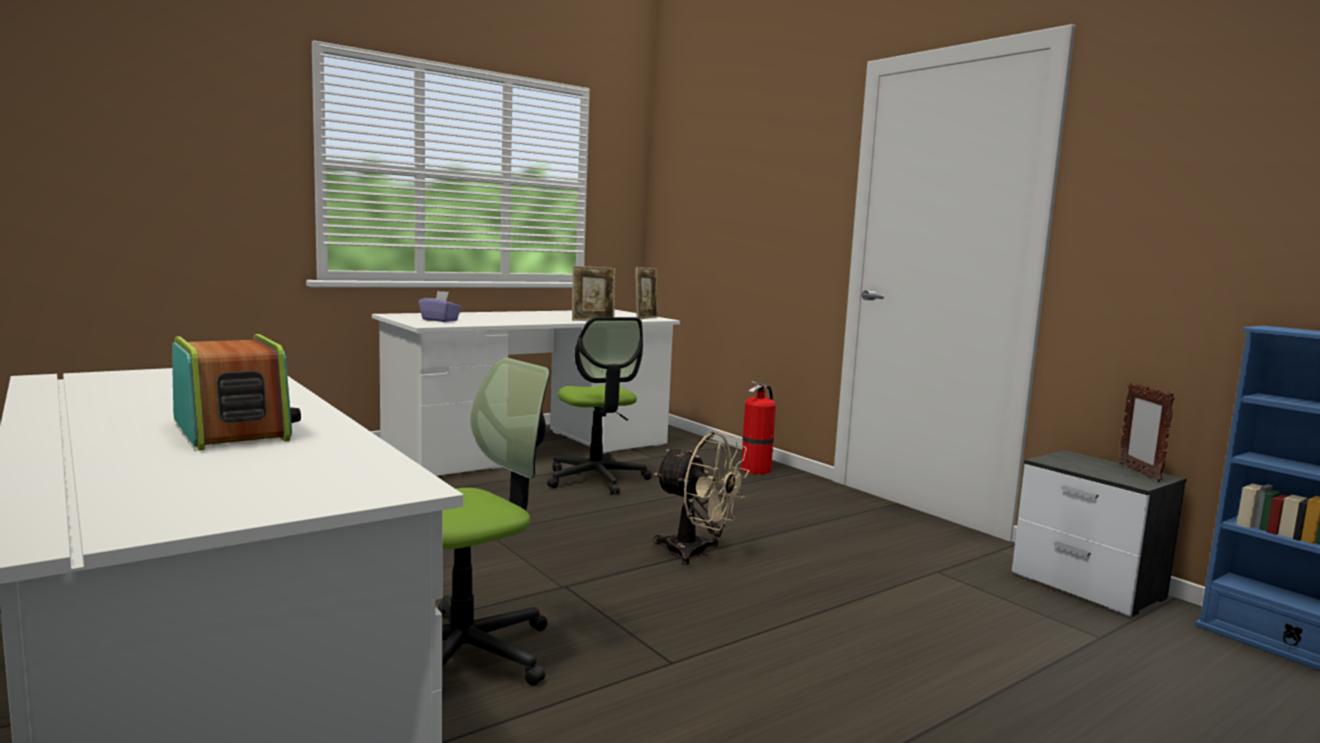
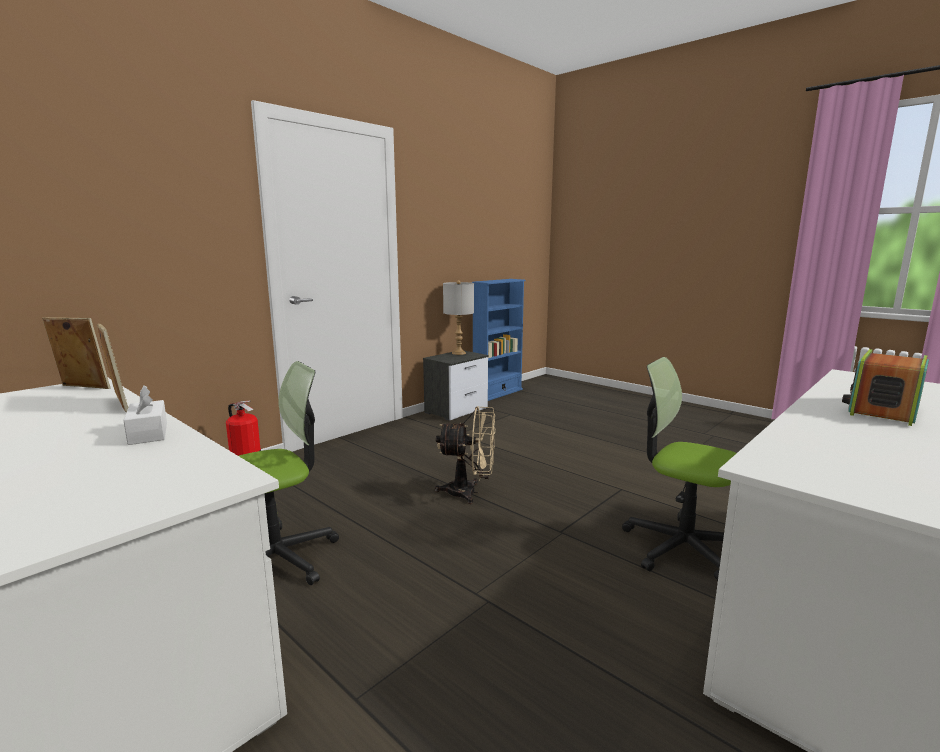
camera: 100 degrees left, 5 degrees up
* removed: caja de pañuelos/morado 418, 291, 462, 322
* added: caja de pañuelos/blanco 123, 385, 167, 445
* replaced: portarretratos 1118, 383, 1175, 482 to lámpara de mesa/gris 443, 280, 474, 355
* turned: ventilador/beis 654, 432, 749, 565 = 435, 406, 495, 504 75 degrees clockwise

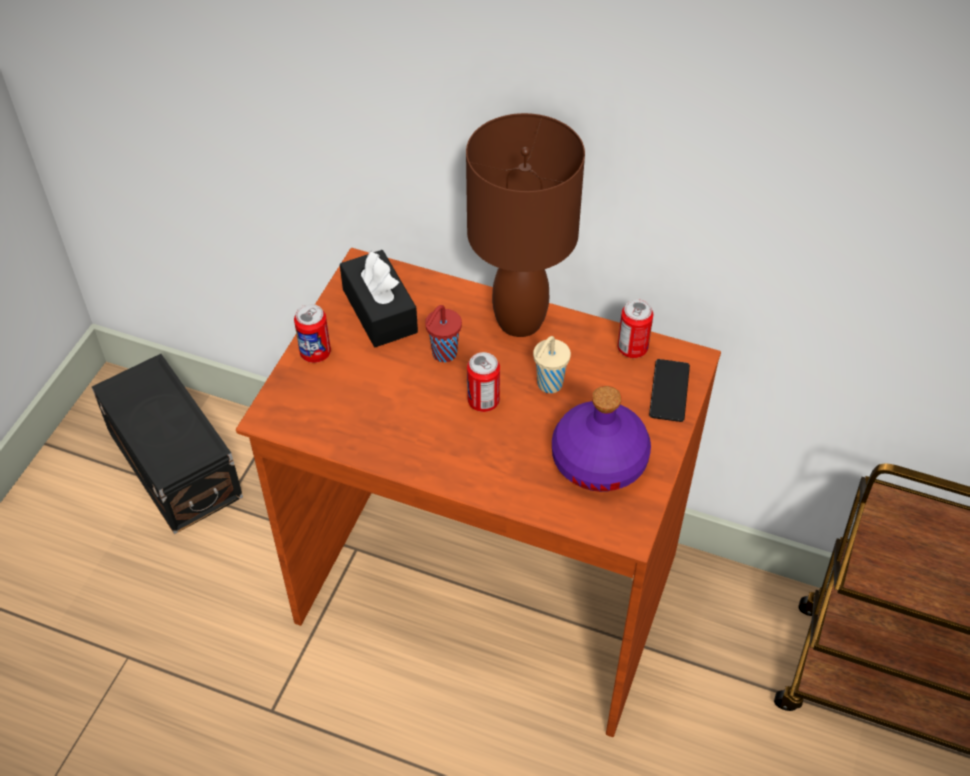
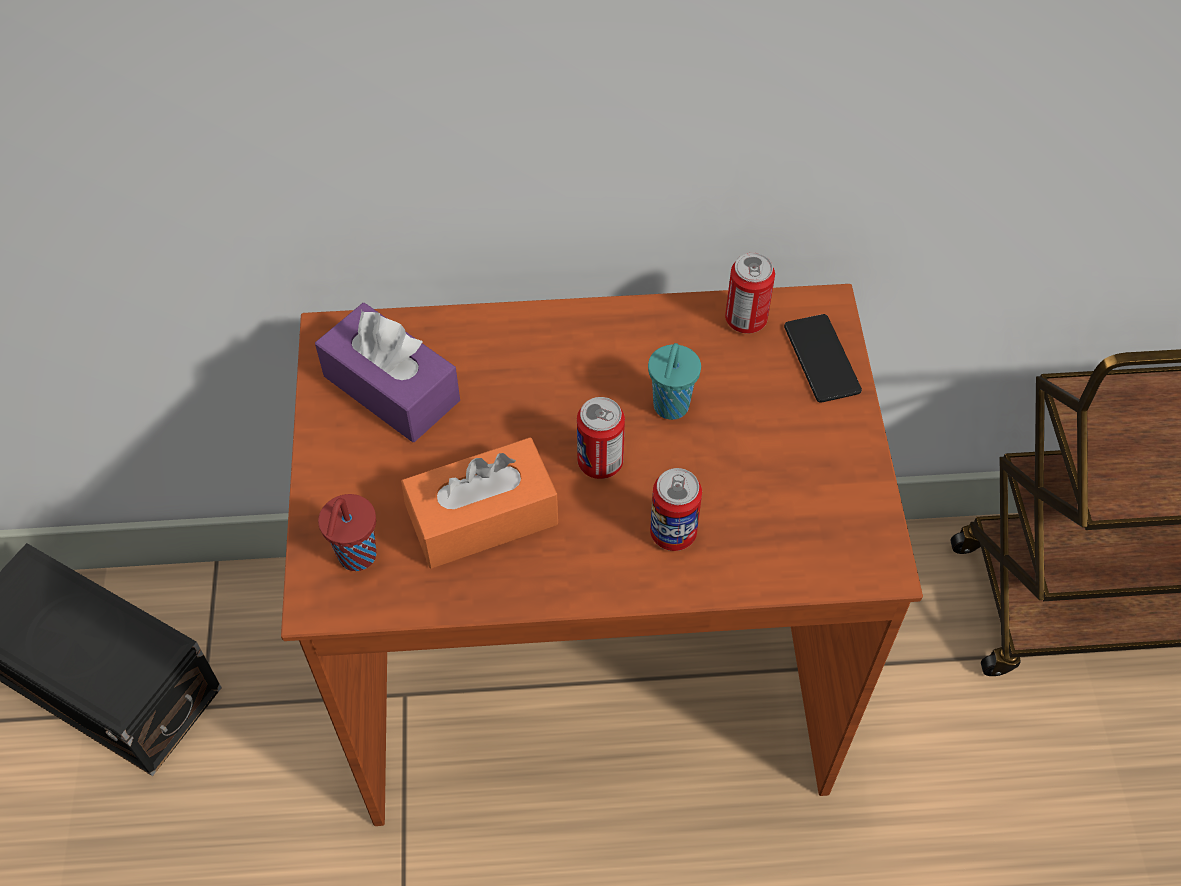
camera: 25 degrees left, 5 degrees up
* removed: lámpara de mesa/marrón 466, 113, 585, 337
* removed: botella/morado 552, 386, 651, 492
* added: caja de pañuelos/naranja 401, 437, 558, 569
* moved: lata 294, 304, 331, 363 to 650, 468, 702, 551
* moved: taza/rojo 425, 305, 462, 362 to 318, 494, 376, 571
* recoloured: caja de pañuelos/negro 340, 250, 418, 347 to caja de pañuelos/morado 315, 303, 460, 442
* recoloured: taza/beis 533, 336, 571, 393 to taza/turquesa 648, 343, 701, 420

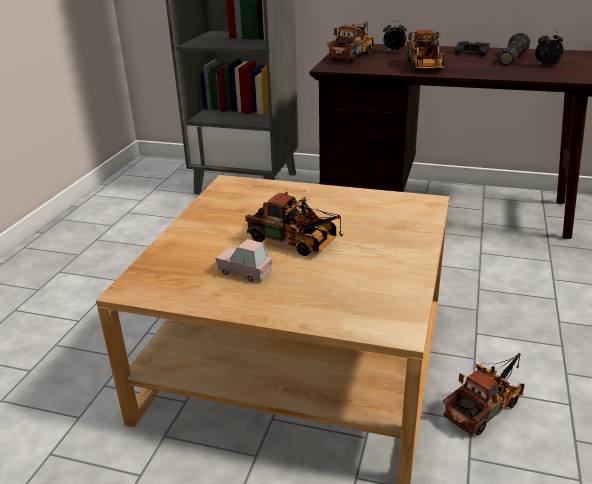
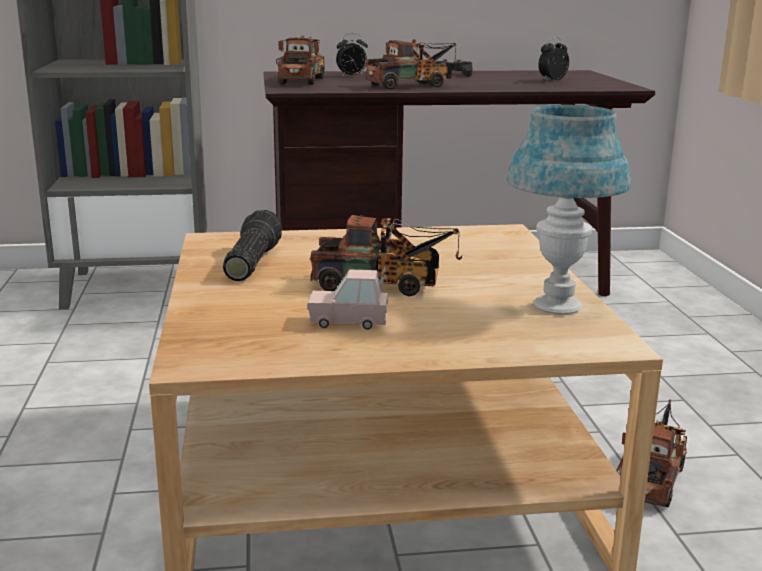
camera: 25 degrees left, 10 degrees down
* added: lámpara de mesa/azul 507, 105, 631, 315
* moved: linterna 499, 33, 530, 65 to 223, 210, 282, 281
* turned: camión de juguete 407, 30, 444, 71 = 364, 40, 458, 90 90 degrees counterclockwise

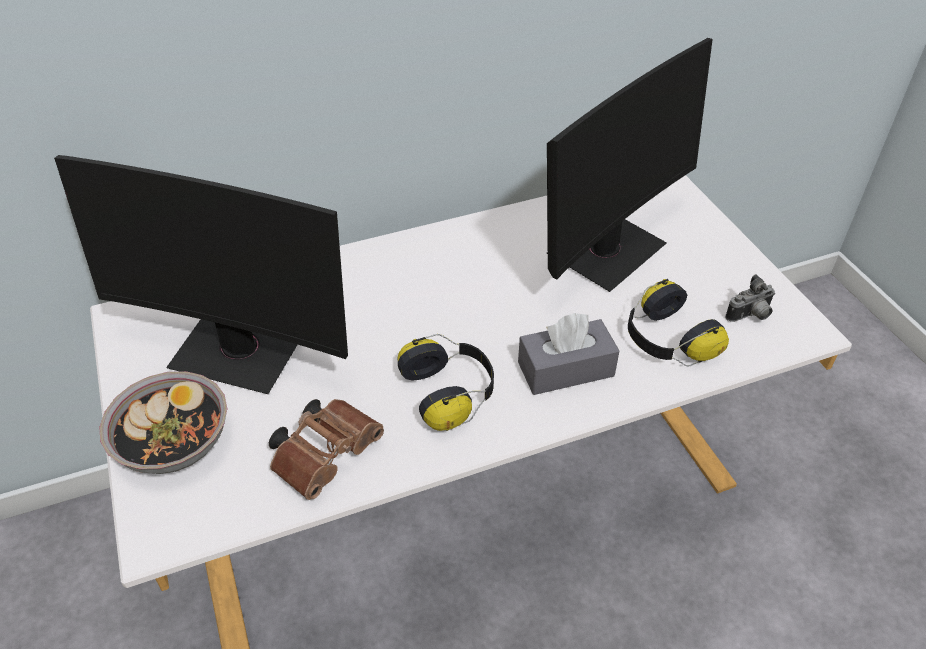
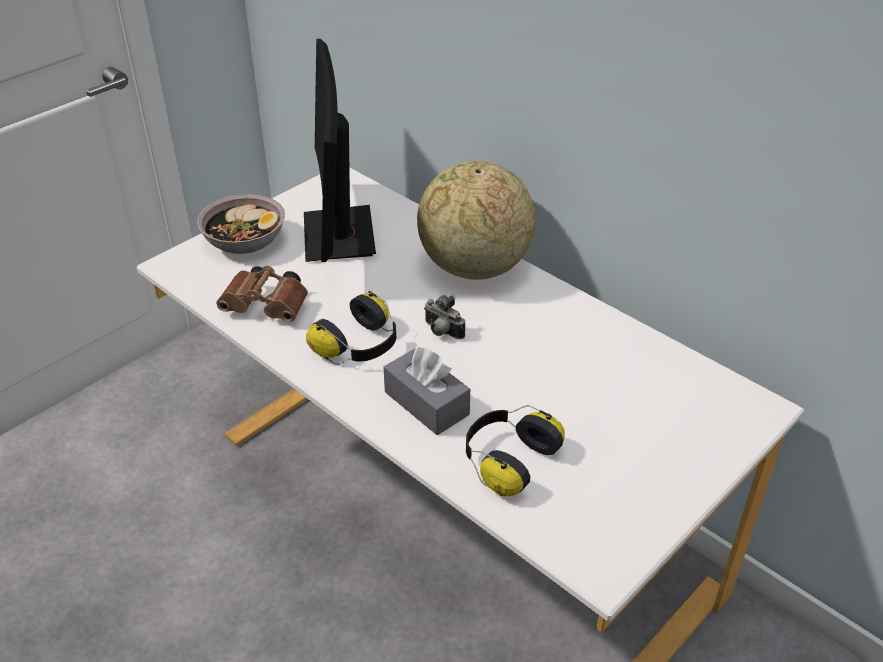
camera: 65 degrees right, 5 degrees down
* removed: monitor 547, 38, 713, 292
* added: globo terráqueo 417, 161, 535, 280
* moved: cámara 725, 274, 775, 322 to 424, 295, 465, 340

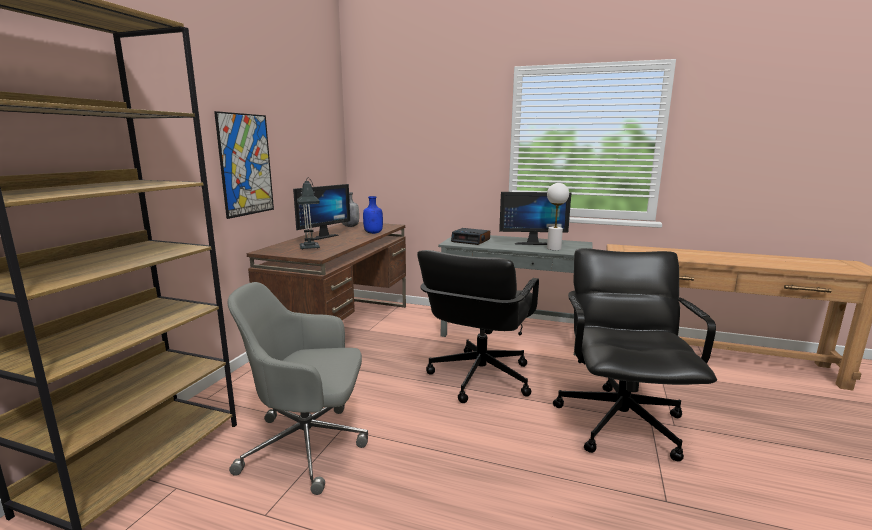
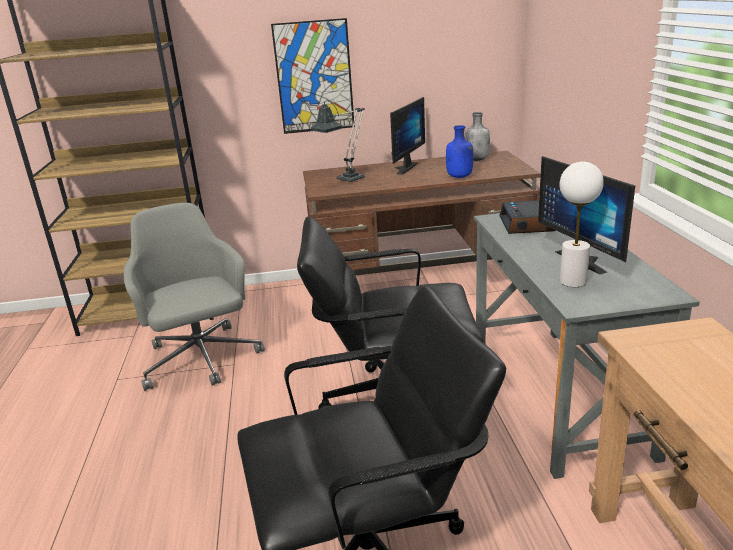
camera: 65 degrees right, 10 degrees up
* turned: monitor 293, 184, 350, 241 = 390, 97, 425, 175 75 degrees counterclockwise

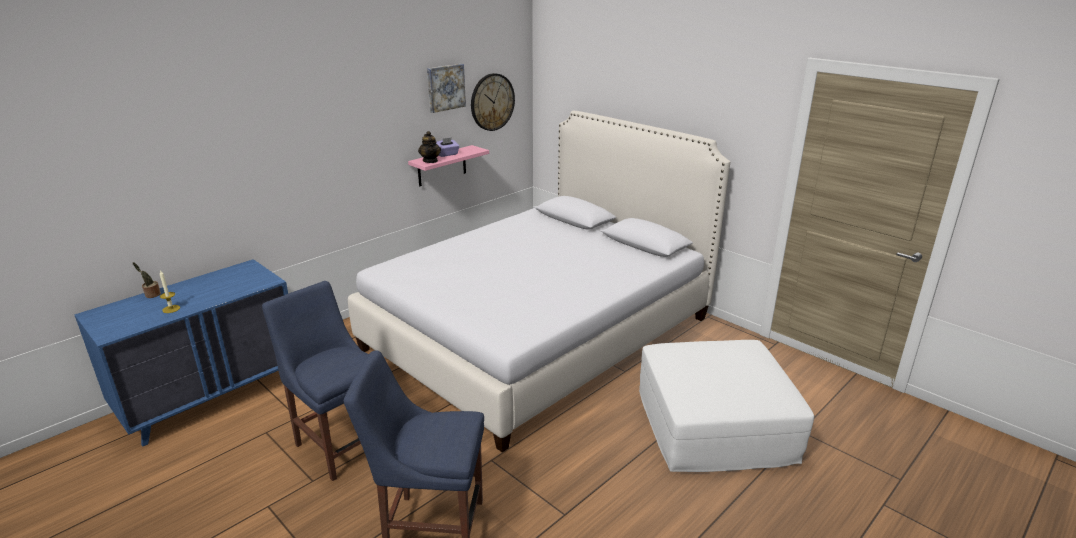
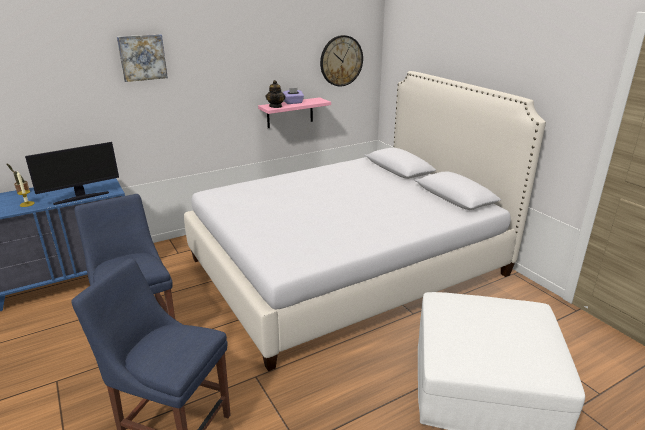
camera: 15 degrees right, 0 degrees up
* added: monitor 25, 142, 119, 205
* moved: cuadro 427, 64, 466, 113 to 117, 34, 168, 82

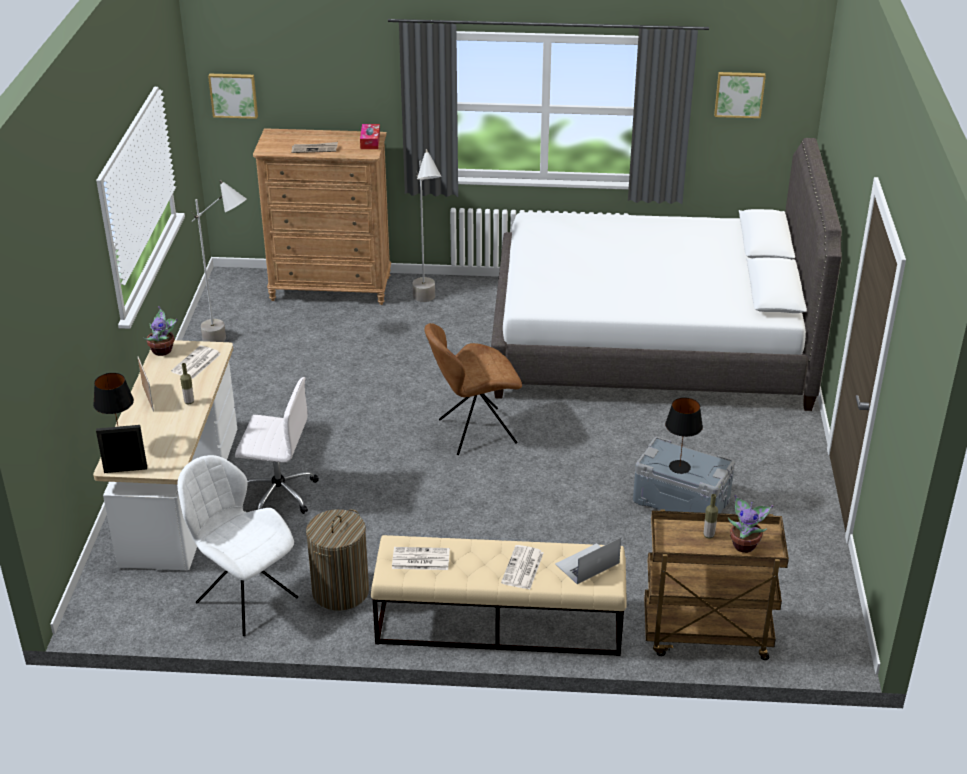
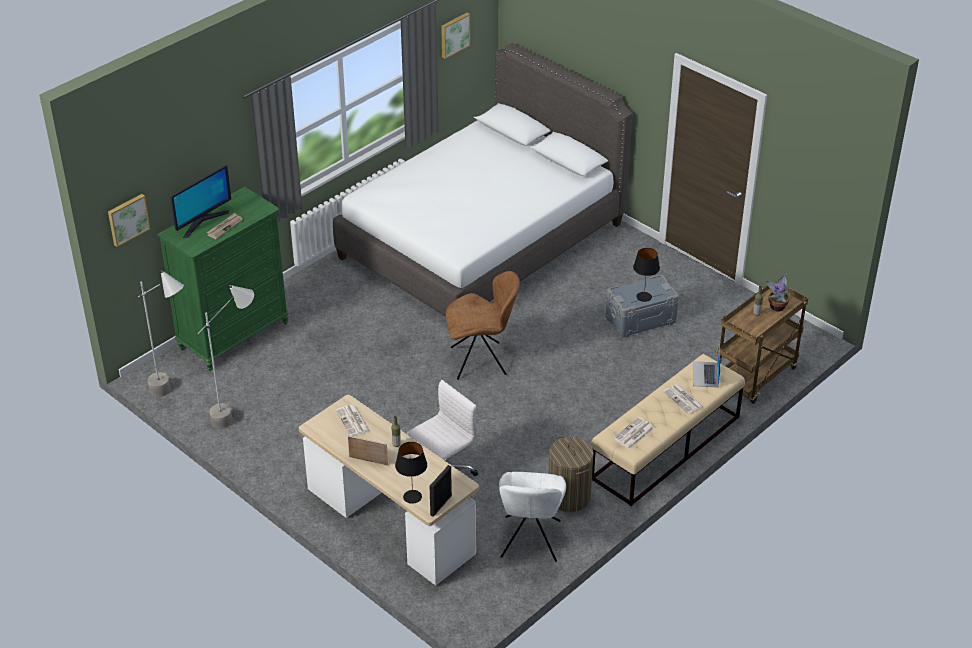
camera: 50 degrees left, 5 degrees up
* removed: planta en maceta 144, 306, 178, 356
* removed: caja de pañuelos 360, 124, 380, 149
* added: monitor 170, 165, 231, 238
* moved: lámpara de pie/gris 413, 149, 441, 302 to 137, 270, 184, 397
* recoloured: cómoda/marrón 253, 128, 391, 305 to cómoda/verde 157, 187, 288, 371
* turned: silla/blanco 177, 455, 298, 636 = 499, 472, 566, 562 75 degrees counterclockwise
* turned: silla/marrón 424, 323, 522, 455 = 446, 271, 520, 380 120 degrees counterclockwise

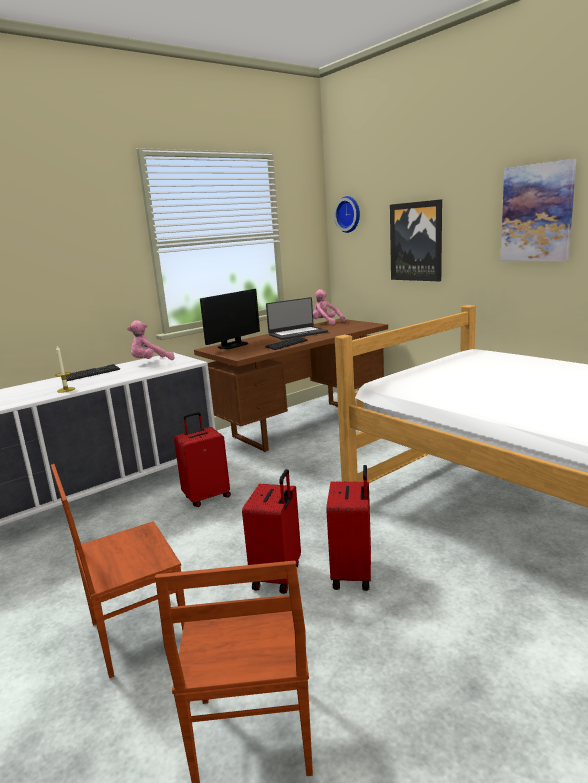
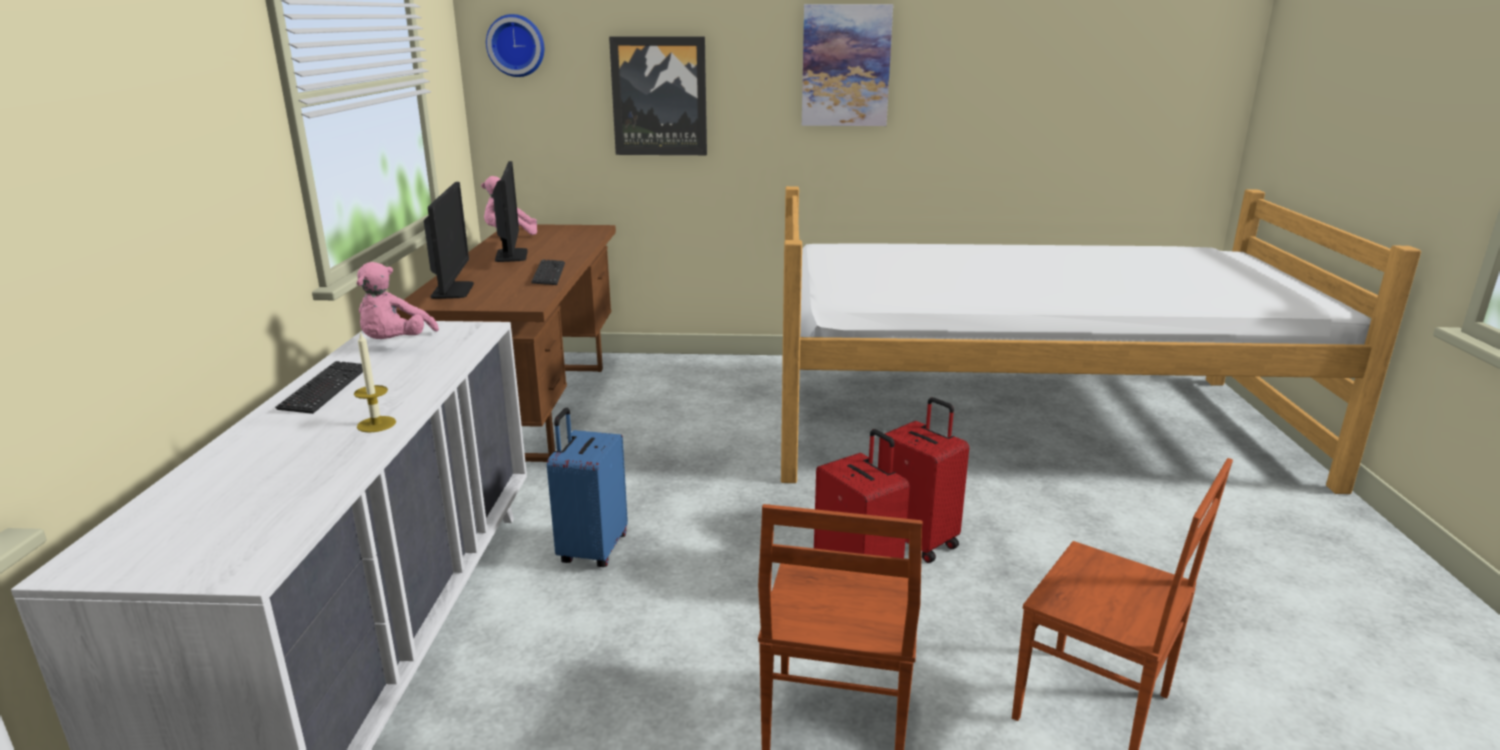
camera: 50 degrees left, 5 degrees up
* replaced: portátil 266, 297, 328, 340 to monitor 493, 161, 528, 262
* recoloured: maleta/rojo 174, 412, 231, 507 to maleta/azul 547, 408, 628, 567

